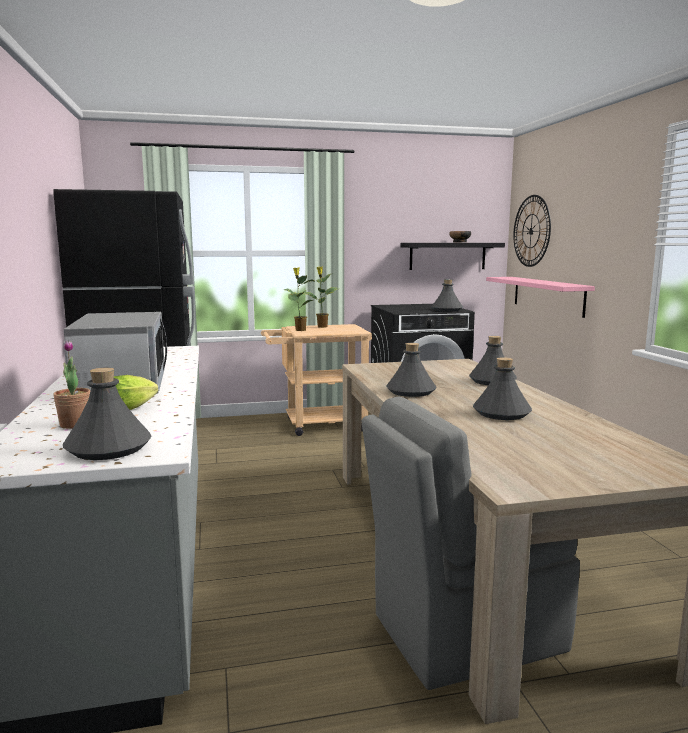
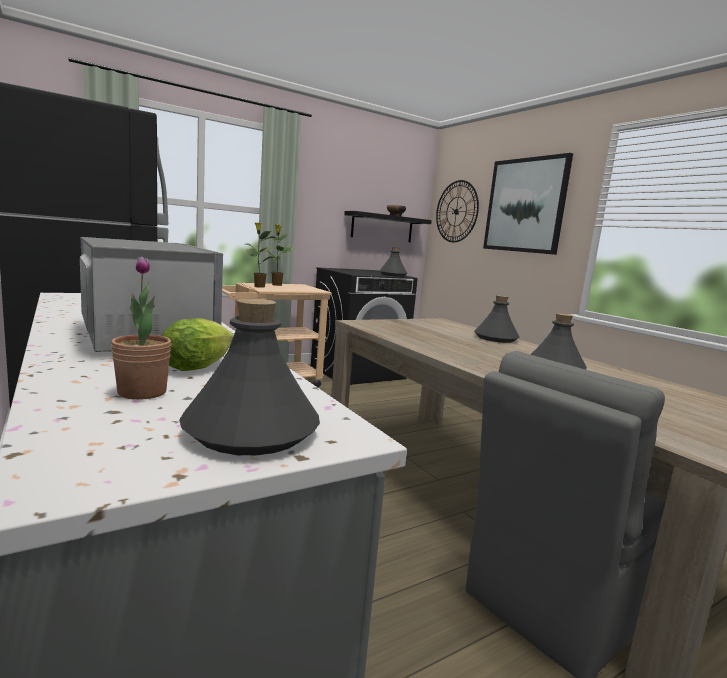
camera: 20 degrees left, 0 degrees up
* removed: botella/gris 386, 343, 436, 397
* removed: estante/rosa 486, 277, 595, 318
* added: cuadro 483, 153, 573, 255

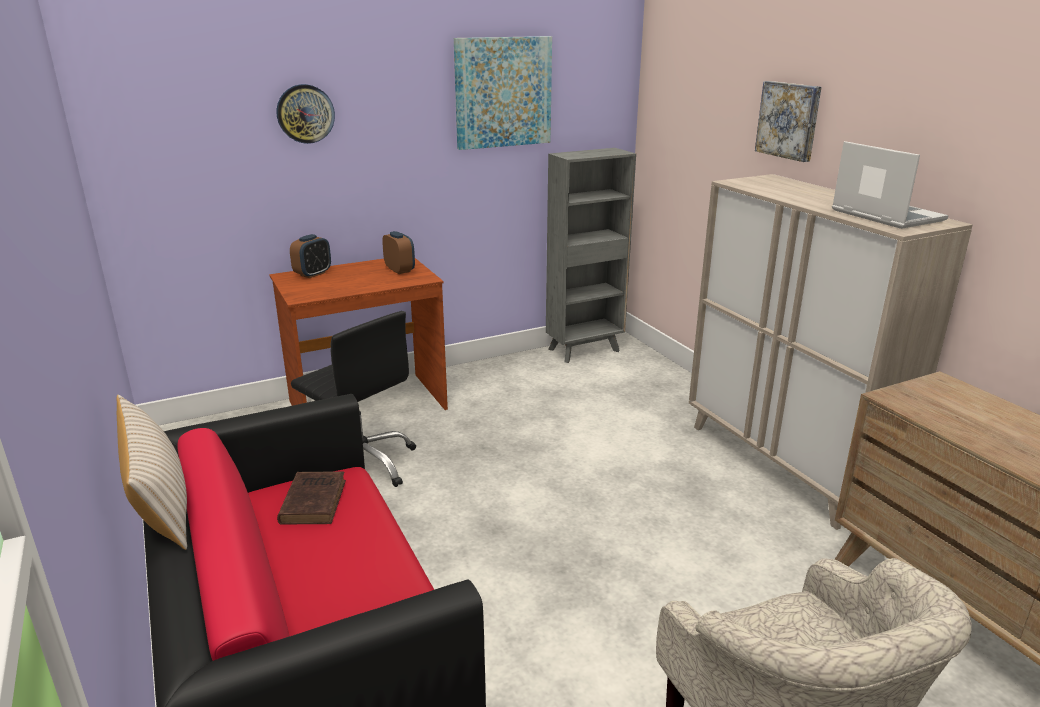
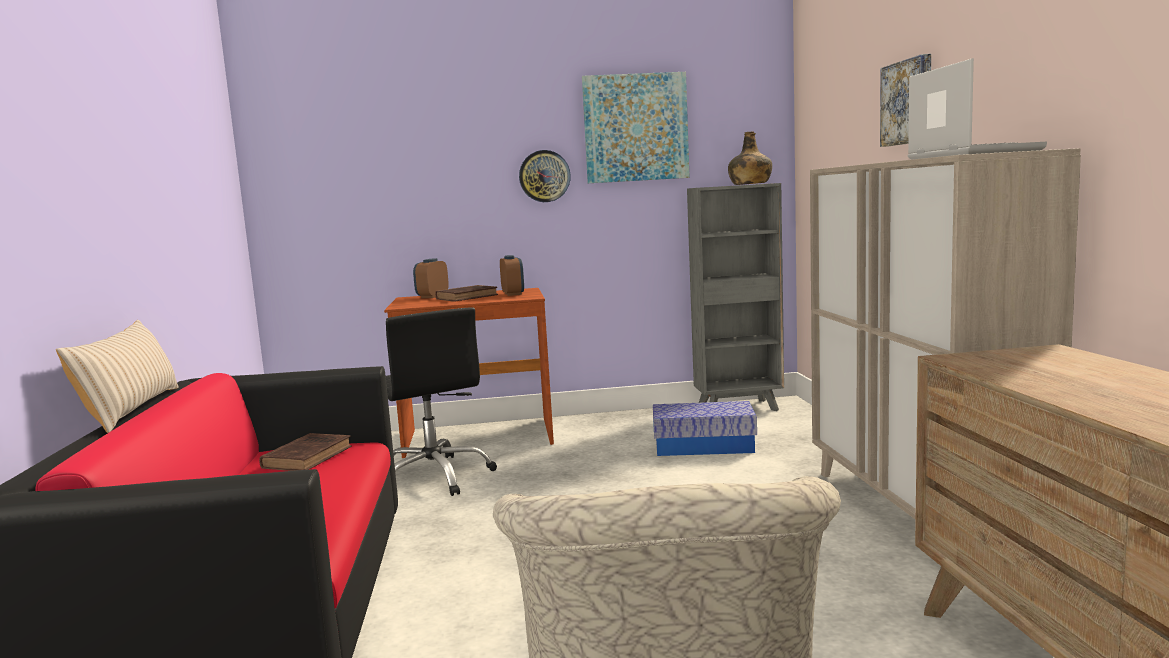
camera: 20 degrees right, 15 degrees down
* added: libro/marrón 435, 285, 498, 302
* added: caja de almacenaje 653, 401, 757, 456
* added: botella/verde 728, 131, 772, 185
* moved: reloj de pared 277, 84, 335, 144 to 519, 150, 571, 202
* turned: despertador 290, 234, 331, 278 = 413, 258, 449, 298 150 degrees clockwise

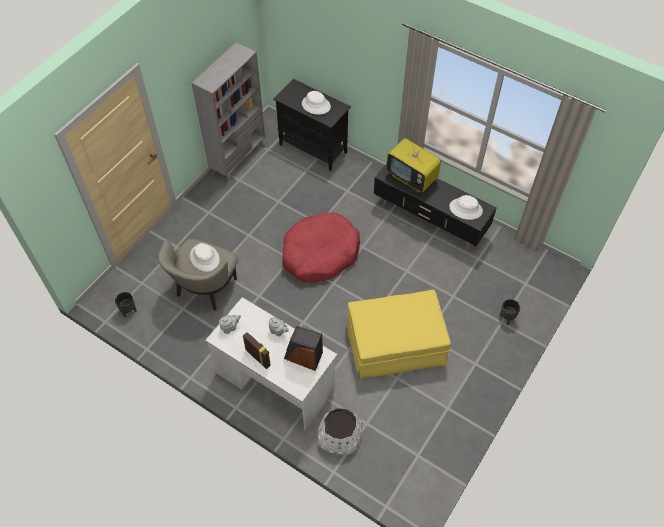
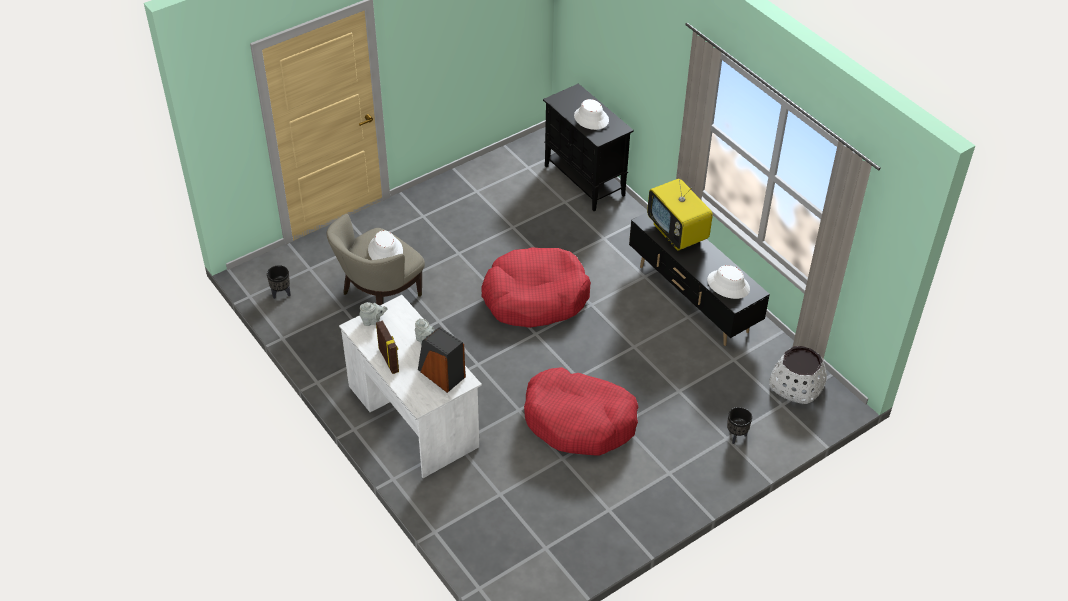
camera: 20 degrees right, 10 degrees down
* removed: estantería/gris 191, 42, 266, 184
* moved: maceta/blanco 317, 408, 362, 455 to 769, 346, 827, 404
* replaced: puf/amarillo 347, 290, 451, 379 to cama para perro/rojo 524, 367, 638, 456

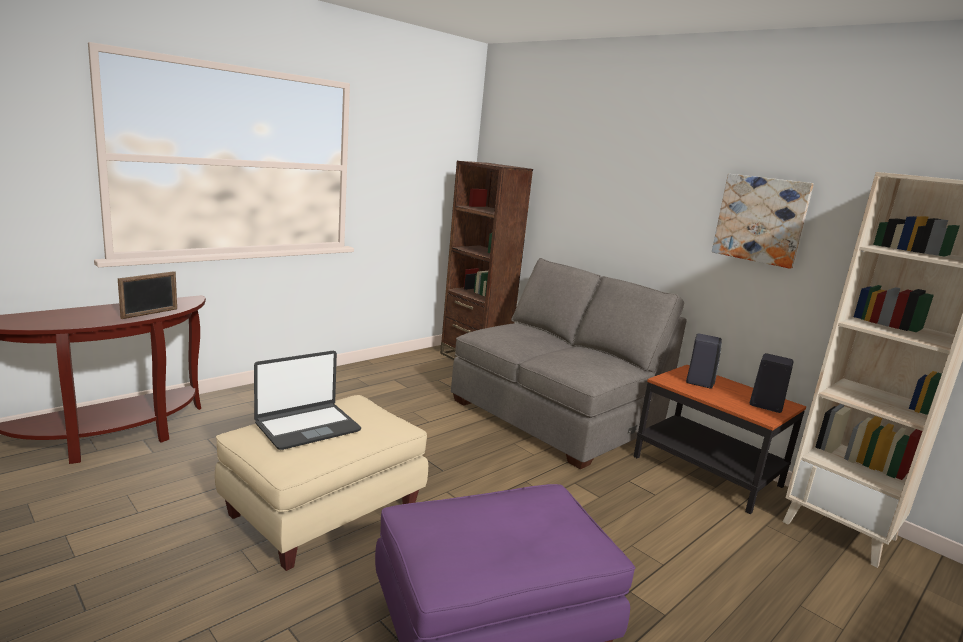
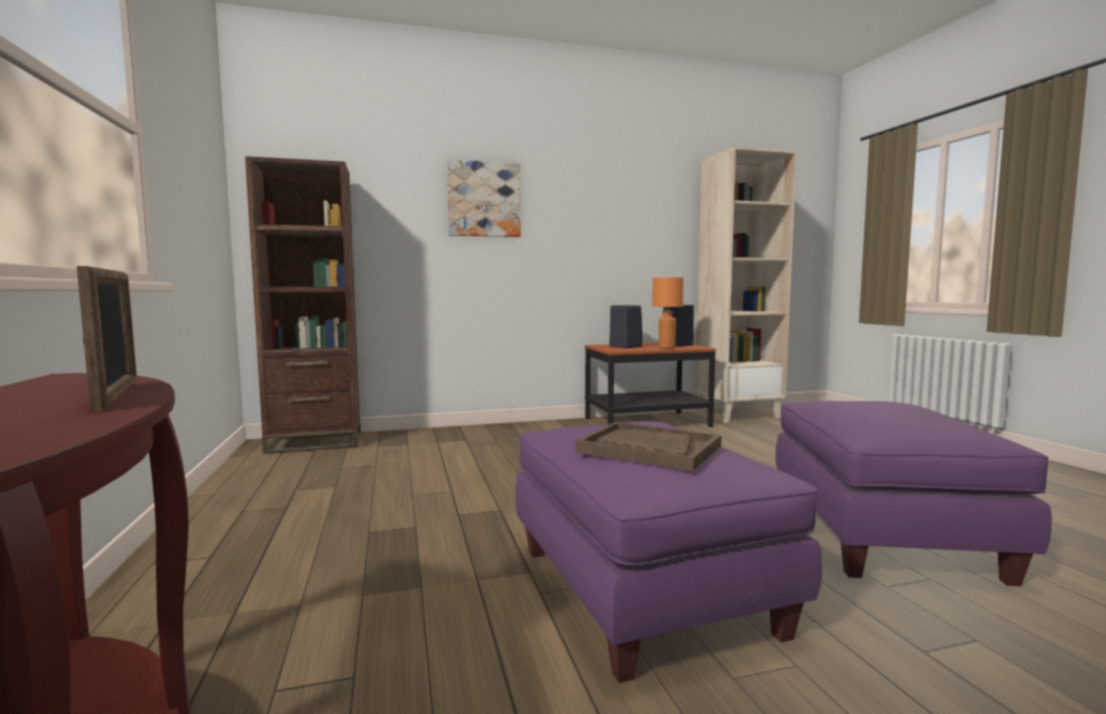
camera: 60 degrees left, 10 degrees down
* removed: sofá/gris 451, 258, 687, 469
* added: lámpara de mesa/naranja 652, 277, 684, 349
* moved: cuadro 712, 174, 814, 269 to 447, 159, 521, 237
* replaced: portátil 254, 351, 361, 450 to bandeja/marrón 575, 422, 722, 471
* recoloured: puf/beis 215, 395, 428, 571 to puf/morado 515, 421, 822, 683

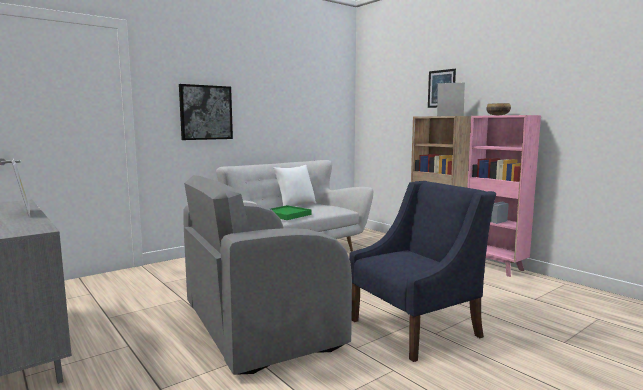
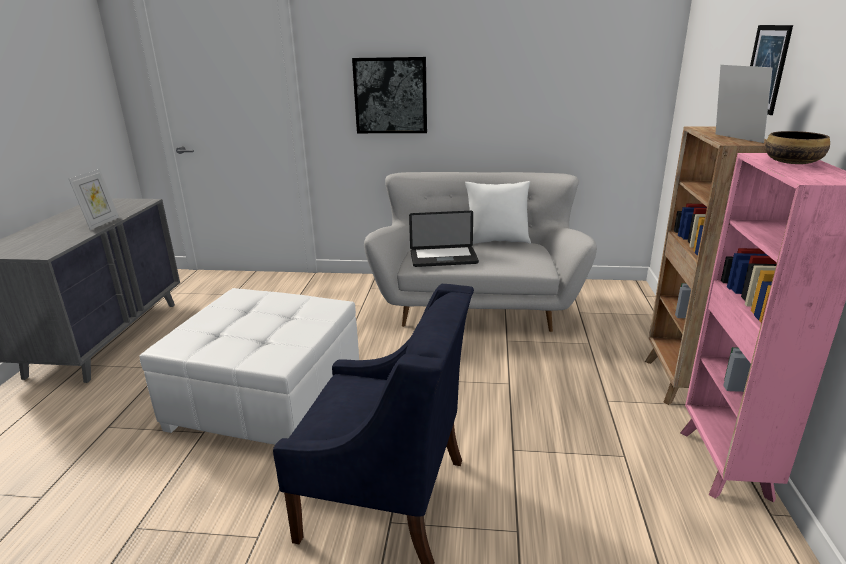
camera: 45 degrees right, 15 degrees up
* replaced: sillón/gris 183, 175, 352, 375 to puf/blanco 140, 288, 359, 445
* replaced: bandeja/verde 271, 205, 311, 220 to portátil 409, 211, 479, 267

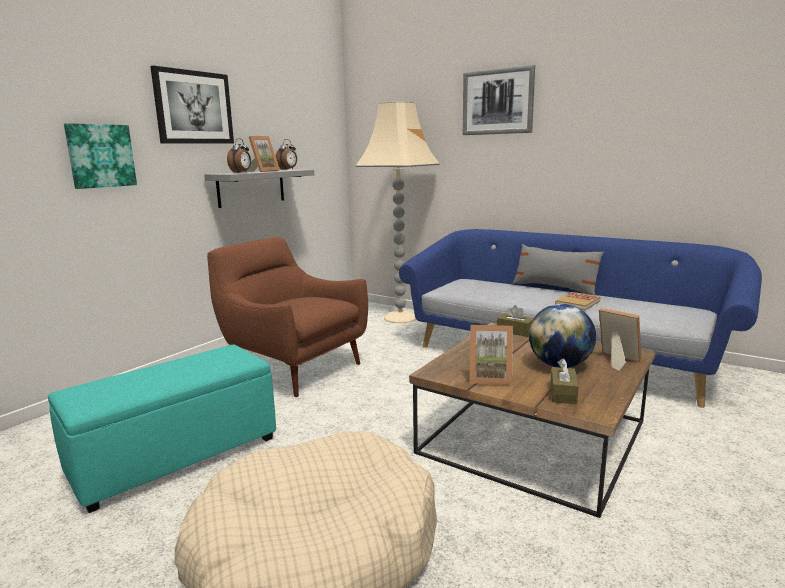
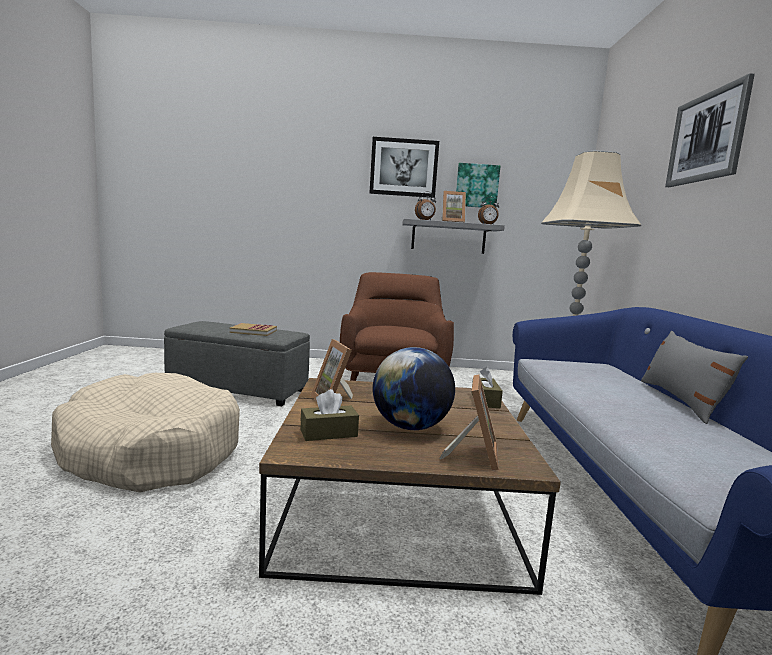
camera: 55 degrees right, 5 degrees down
* moved: cuadro 64, 123, 137, 189 to 456, 163, 500, 207
* moved: libro 555, 292, 601, 310 to 230, 323, 277, 336
* recoloured: puf/turquesa 48, 345, 276, 513 to puf/gris 164, 321, 310, 406

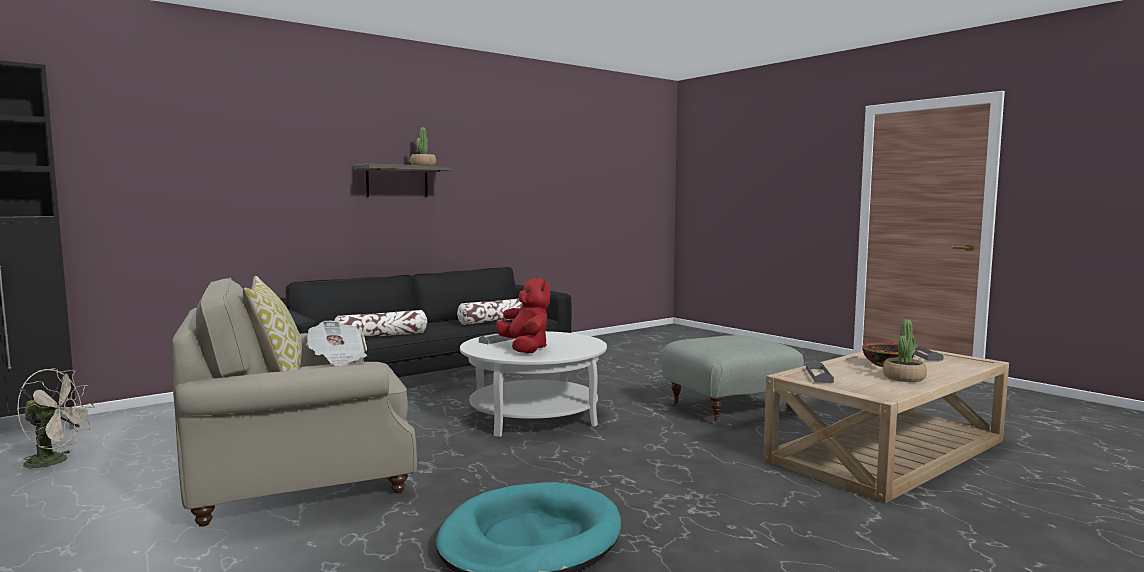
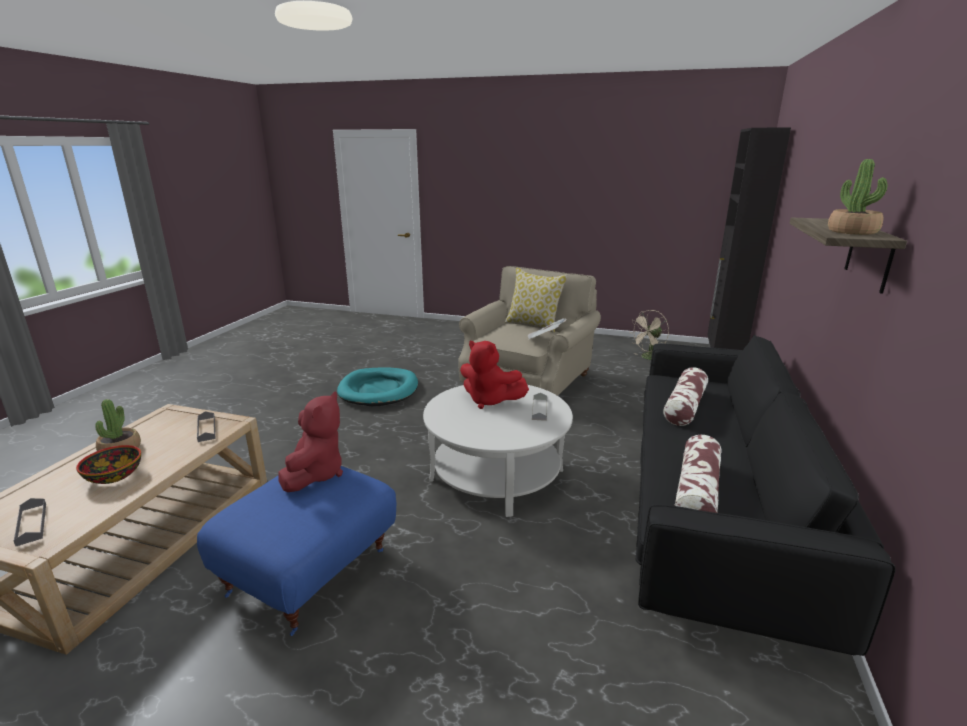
camera: 145 degrees right, 15 degrees up
* added: peluche/rojo 278, 392, 343, 492
* recoloured: puf/gris 661, 335, 804, 424 to puf/azul 197, 466, 396, 636

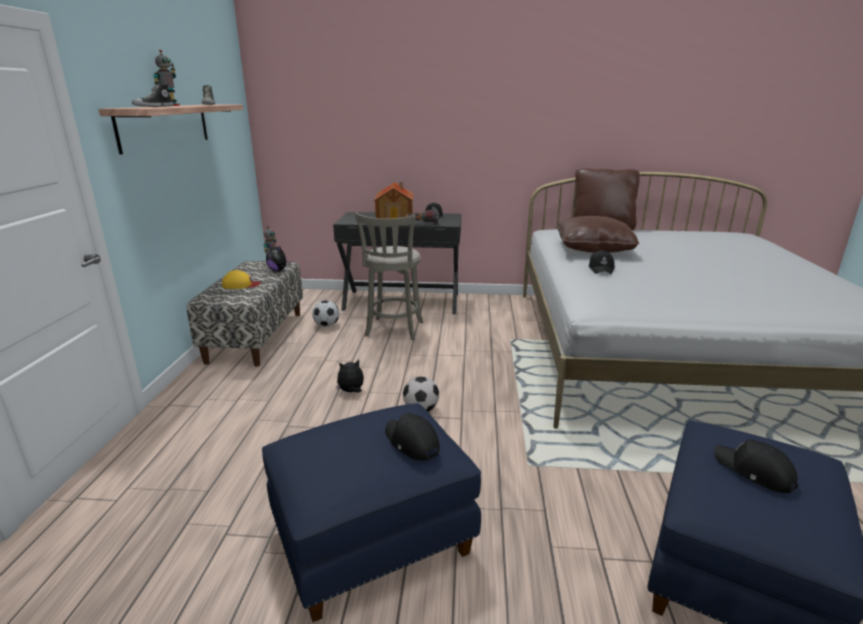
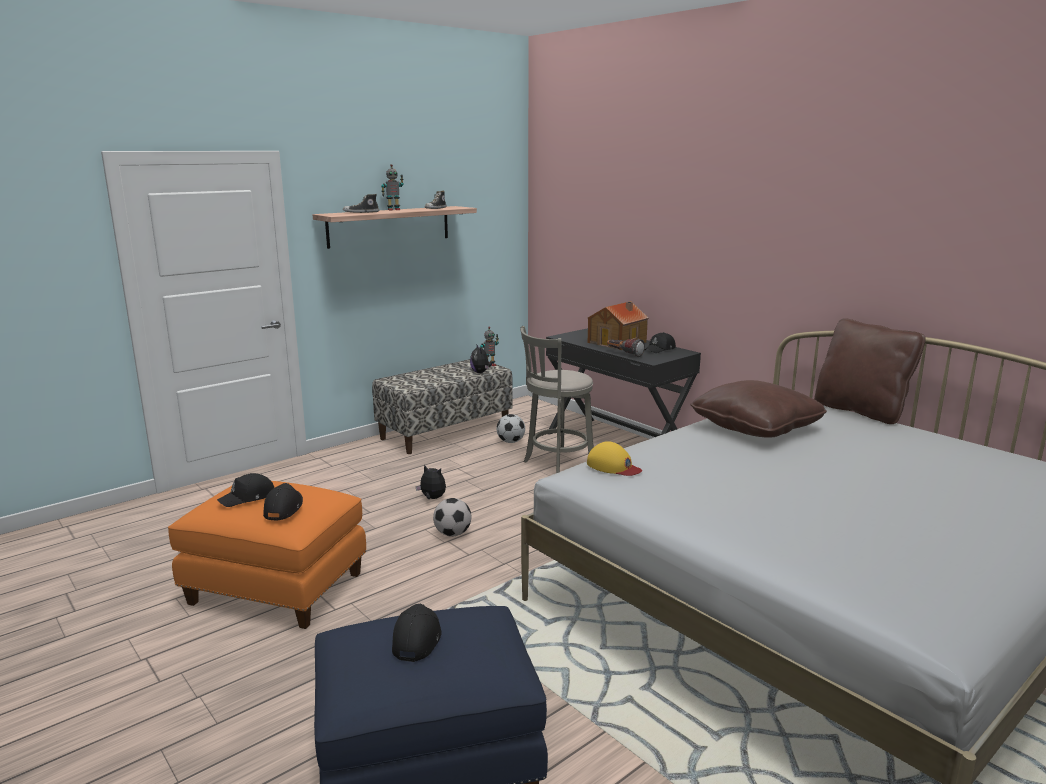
camera: 45 degrees right, 5 degrees down
* moved: gorra/amarillo 222, 270, 261, 289 to 587, 441, 642, 476
* moved: gorra/negro 589, 250, 615, 274 to 217, 473, 274, 507
* recoloured: puf/azul 262, 403, 481, 622 to puf/naranja 168, 481, 366, 629

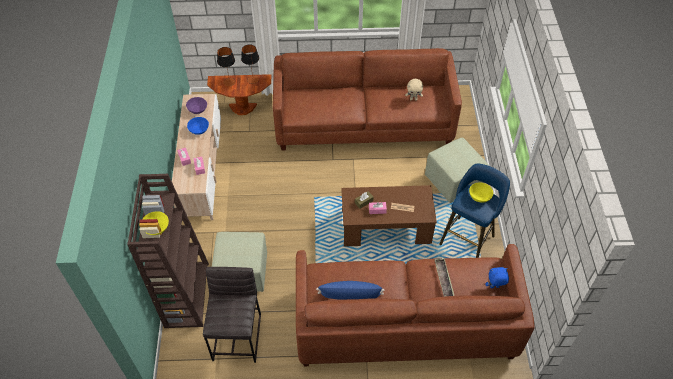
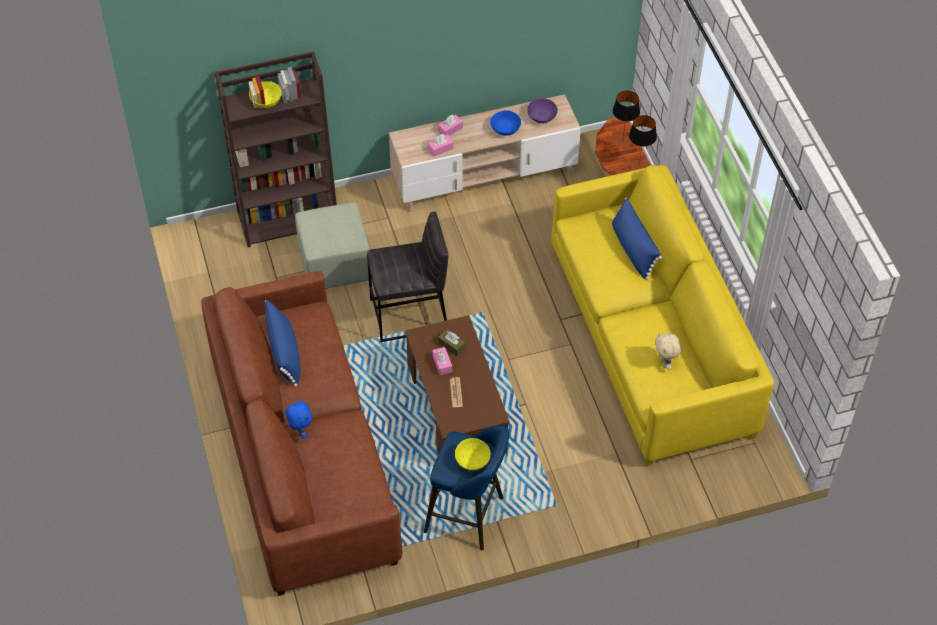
camera: 75 degrees right, 0 degrees up
* removed: puf/verde 425, 138, 489, 203
* removed: bandeja 434, 258, 454, 296
* added: cojín/azul 612, 198, 662, 280
* moved: taburete/gris 203, 267, 261, 363 to 367, 212, 448, 342
* moved: peluche/azul 485, 267, 509, 288 to 285, 399, 312, 439
* recoloured: sofá/marrón 273, 48, 462, 151 to sofá/amarillo 551, 165, 774, 467

